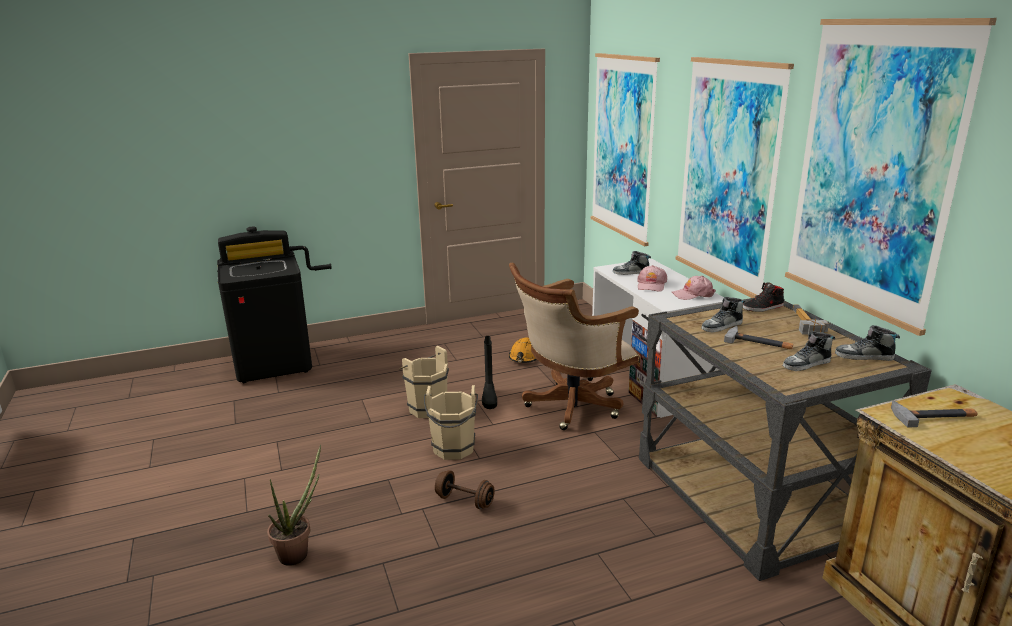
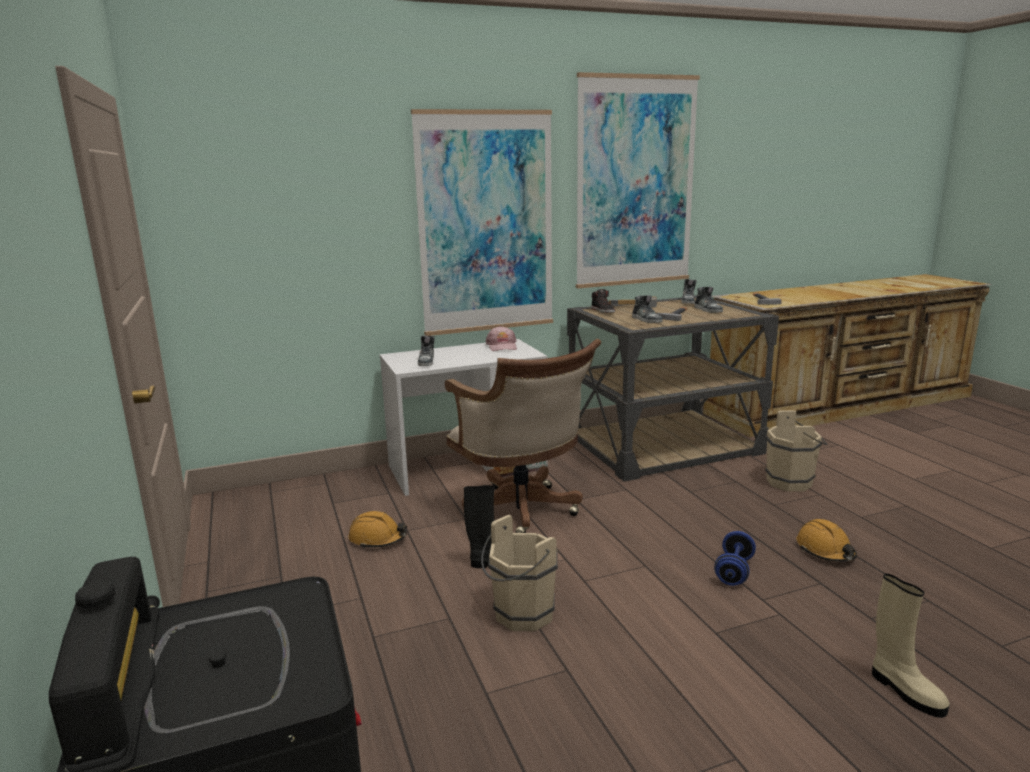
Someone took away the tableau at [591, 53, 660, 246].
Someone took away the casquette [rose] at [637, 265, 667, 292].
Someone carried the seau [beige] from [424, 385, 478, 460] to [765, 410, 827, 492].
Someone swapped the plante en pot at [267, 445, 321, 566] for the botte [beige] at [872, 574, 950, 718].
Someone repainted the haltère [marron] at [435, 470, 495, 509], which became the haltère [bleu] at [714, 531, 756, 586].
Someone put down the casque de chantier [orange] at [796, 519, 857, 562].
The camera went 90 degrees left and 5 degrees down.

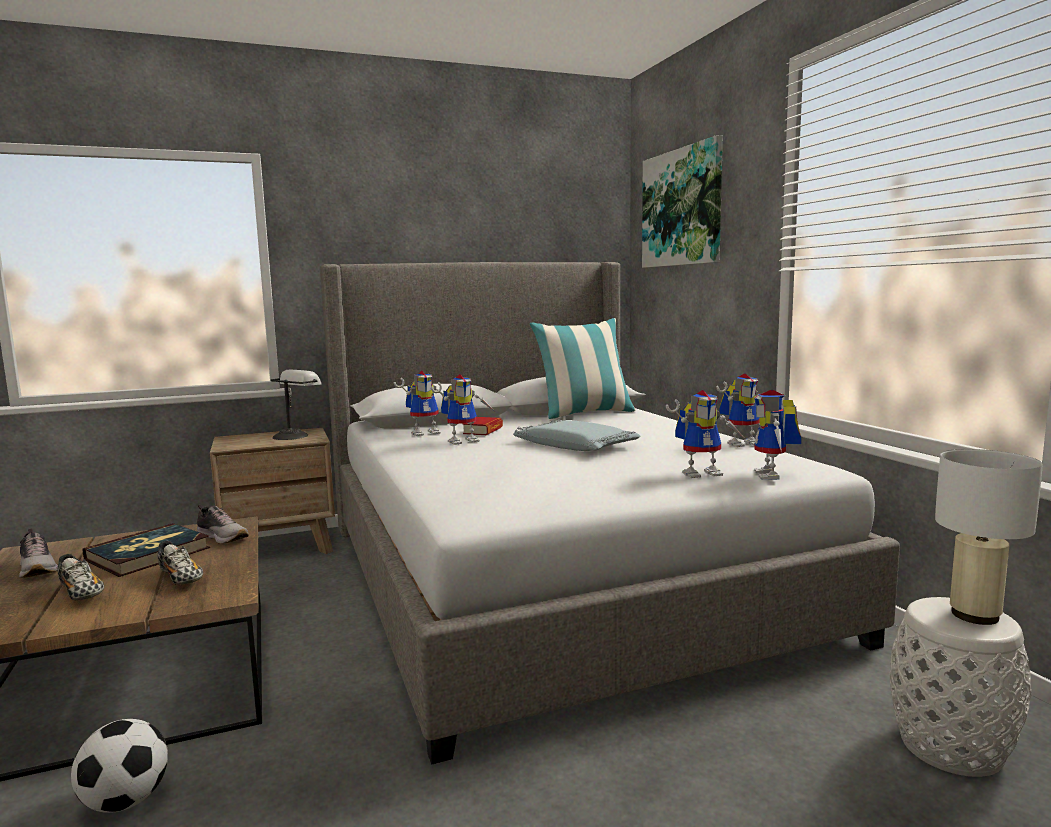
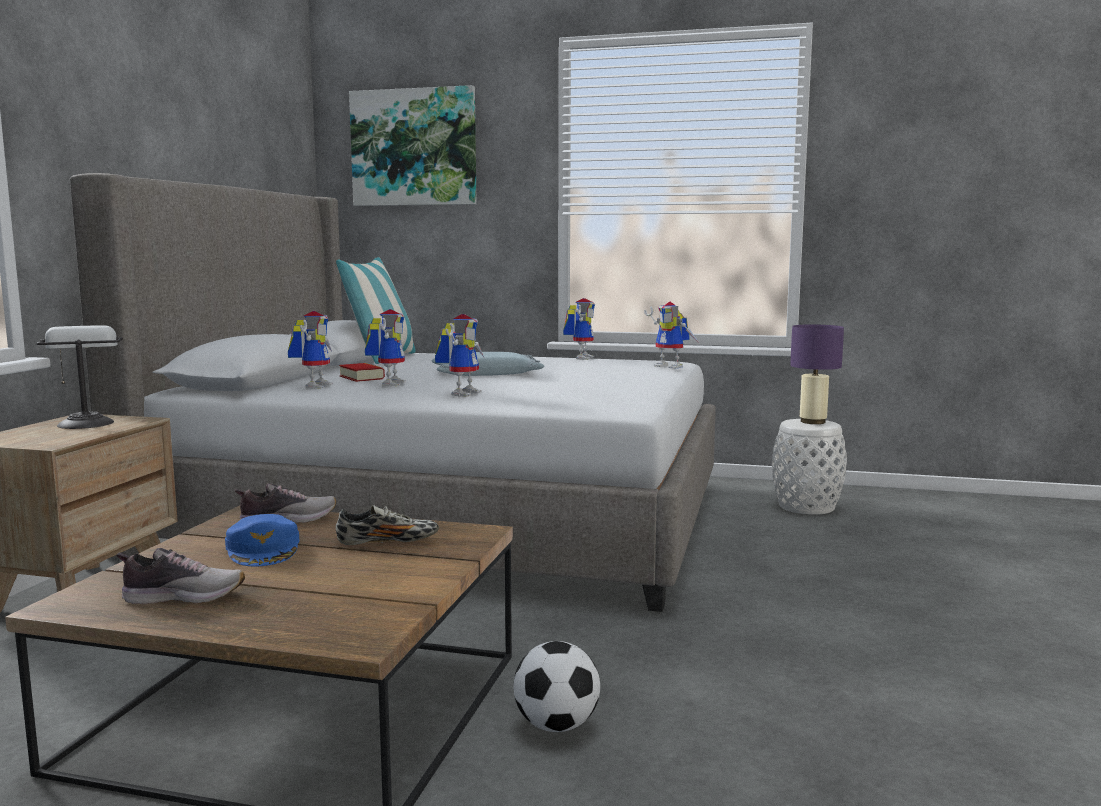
Someone carried the robot jouet from [666, 390, 744, 478] to [435, 314, 484, 397].
Someone repainted the lampe de table [blanc] at [935, 449, 1043, 625], which became the lampe de table [violet] at [791, 324, 844, 424].
Someone swapped the livre at [83, 523, 210, 577] for the casquette [bleu] at [225, 514, 300, 566].
Someone took away the chaussure at [57, 554, 104, 600].
The camera went 55 degrees left and 0 degrees up.

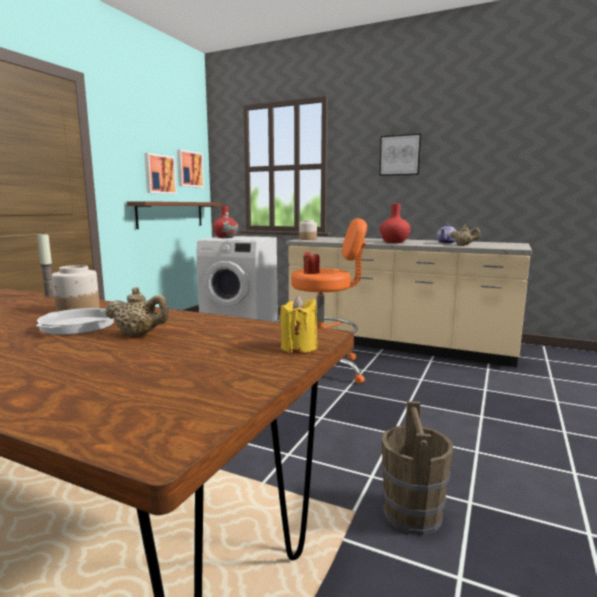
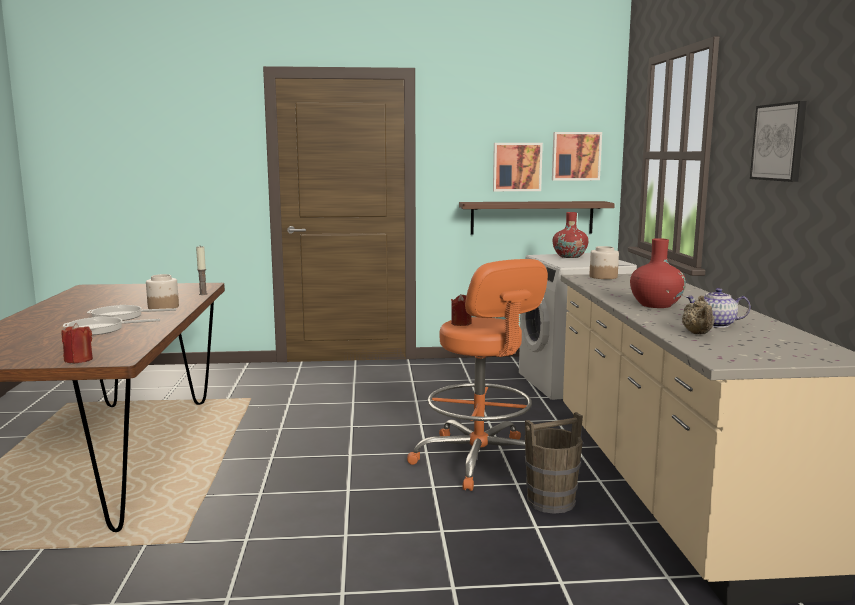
Someone swapped the théière [beige] at [105, 287, 169, 336] for the poêle at [62, 316, 160, 335].
Someone repainted the bougie [jaune] at [280, 295, 317, 353], which became the bougie [rouge] at [61, 323, 93, 364].
Someone carried the seau [marron] from [381, 401, 453, 535] to [525, 412, 583, 514].
The camera went 60 degrees right and 0 degrees up.

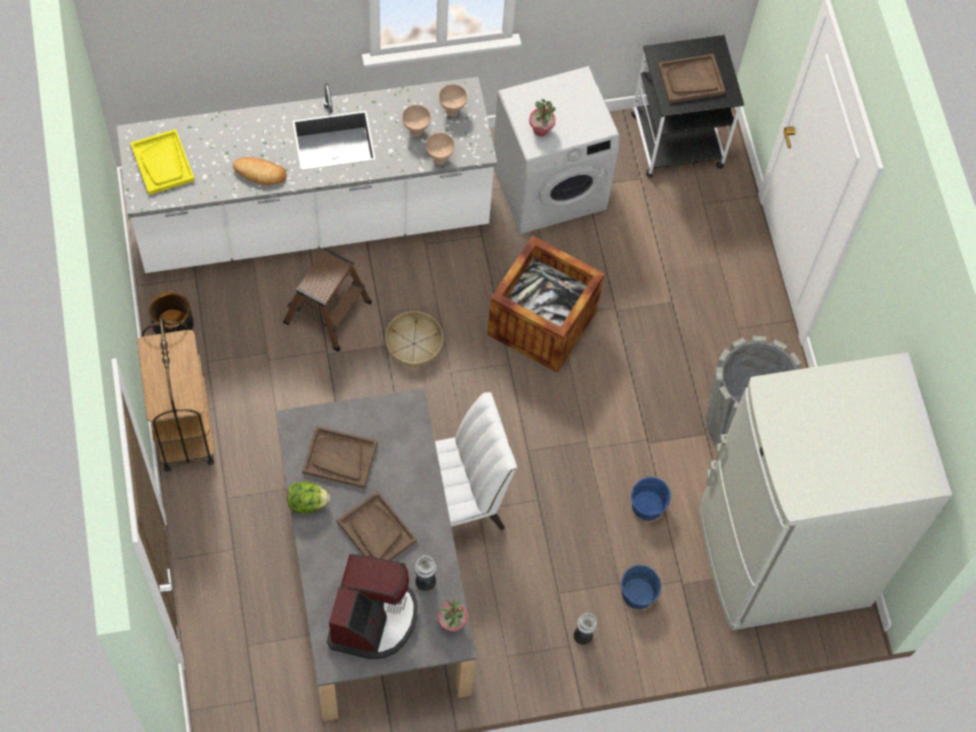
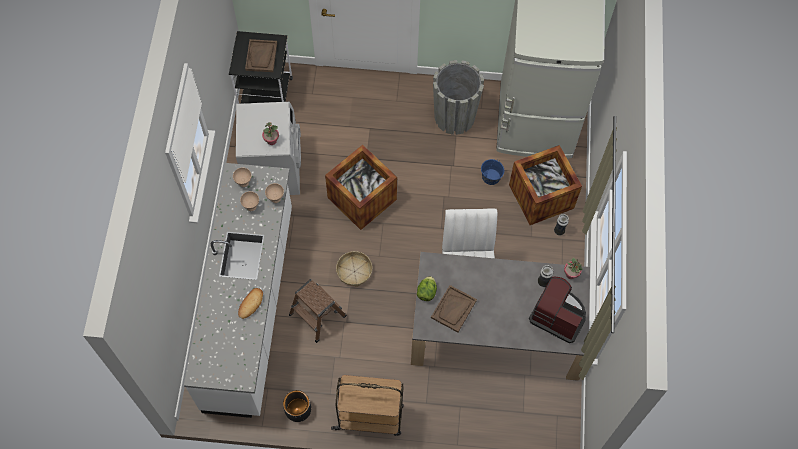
Someone took away the plateau [jaune] at [130, 129, 195, 195].
Someone carried the laitue from [287, 481, 330, 513] to [417, 276, 437, 301].
Someone took away the plateau [marron] at [337, 491, 417, 561].
Someone swapped the seau [bleu] at [621, 565, 661, 609] for the caisse at [509, 145, 582, 225].
The camera went 70 degrees left and 0 degrees up.

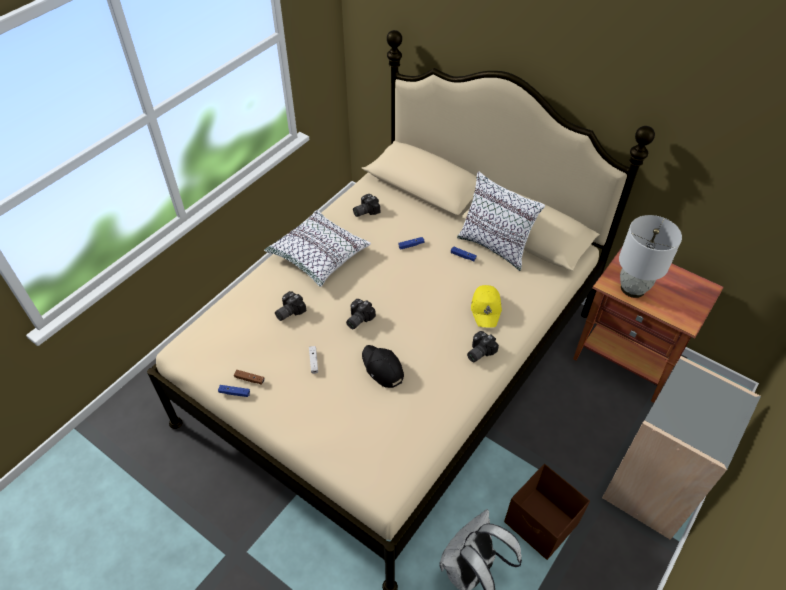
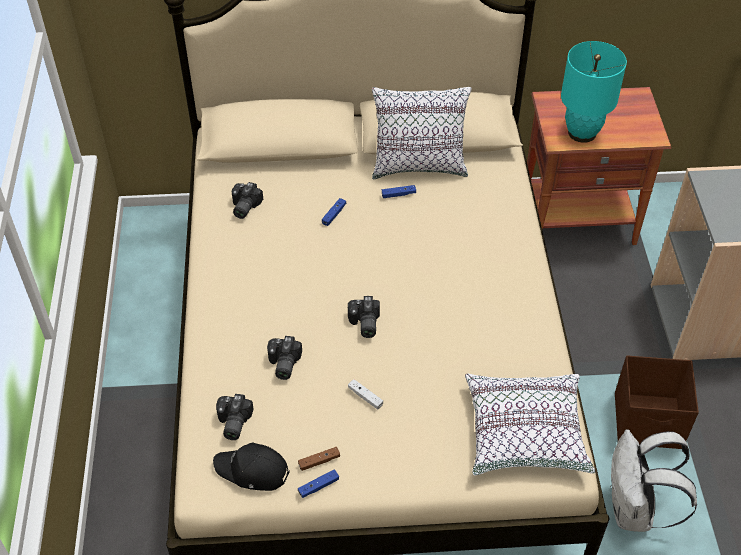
Someone carried the coussin [blanc] from [264, 210, 371, 287] to [465, 373, 595, 475].
Someone repainted the lampe de table [blanc] at [619, 215, 682, 298], which became the lampe de table [turquoise] at [561, 41, 627, 143].
Someone took away the casquette [jaune] at [471, 285, 502, 328].
Someone carried the appareil photo from [467, 331, 499, 362] to [216, 394, 254, 440].
Someone carried the casquette [noir] from [362, 345, 404, 388] to [213, 442, 290, 491].
The camera went 40 degrees left and 0 degrees up.

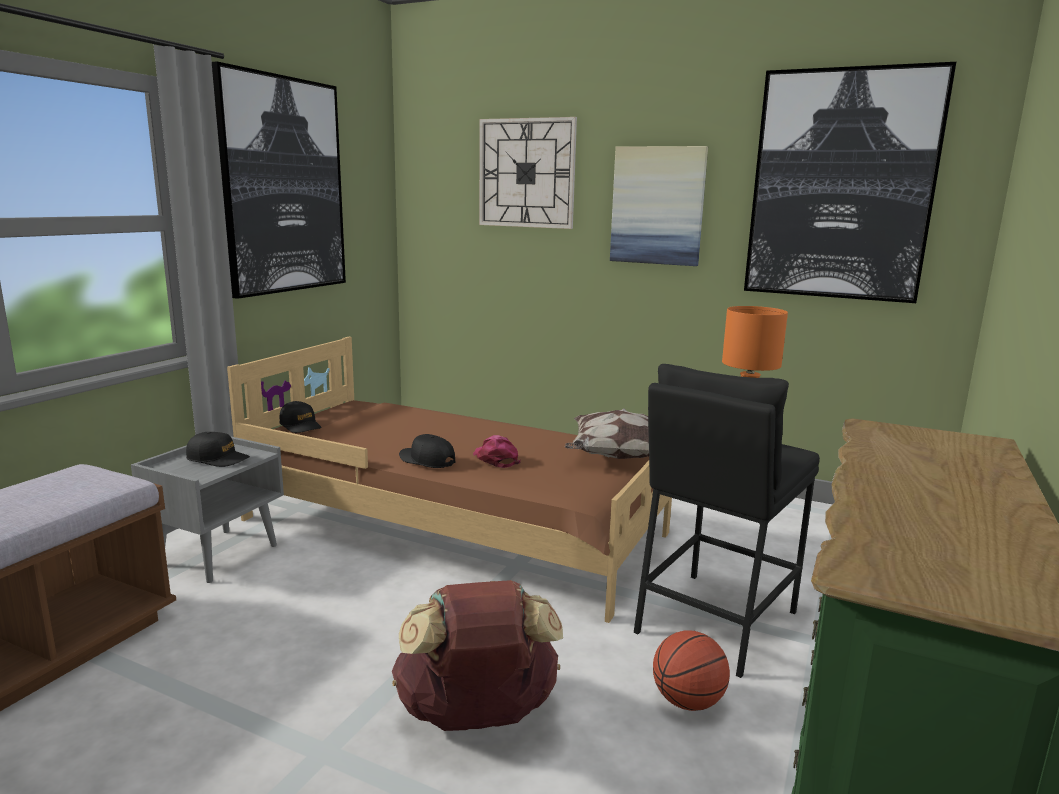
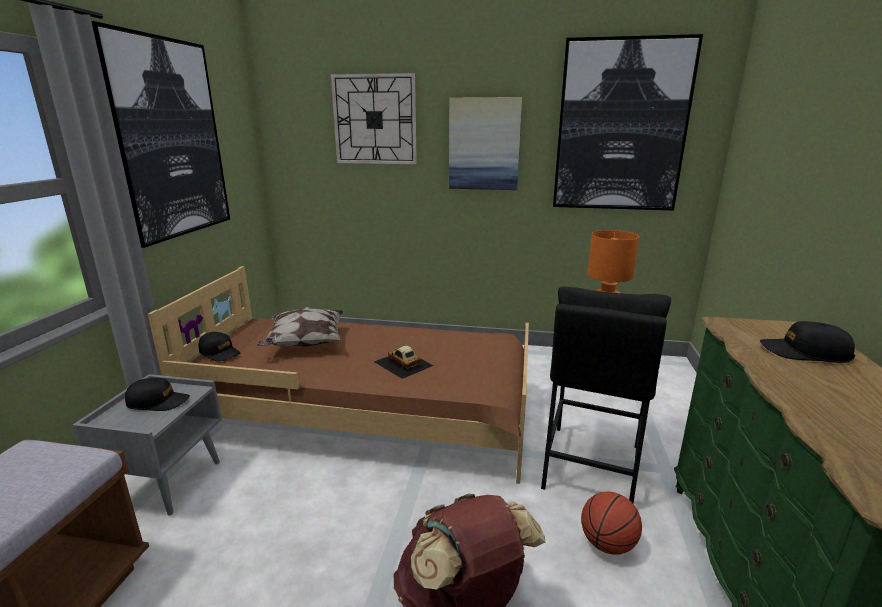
Someone carried the coussin from [565, 409, 649, 459] to [257, 307, 344, 347].
Someone carried the casquette [noir] from [399, 434, 456, 468] to [760, 321, 855, 363].
Someone swapped the casquette [rose] at [473, 435, 521, 468] for the petite voiture at [374, 345, 434, 379].
The camera went 15 degrees left and 5 degrees up.

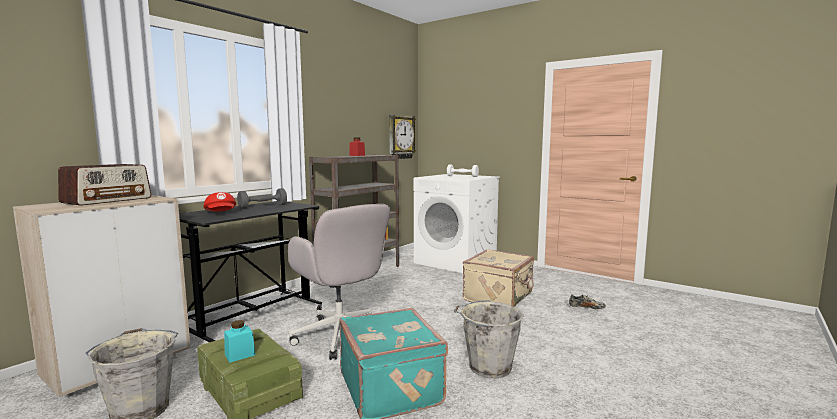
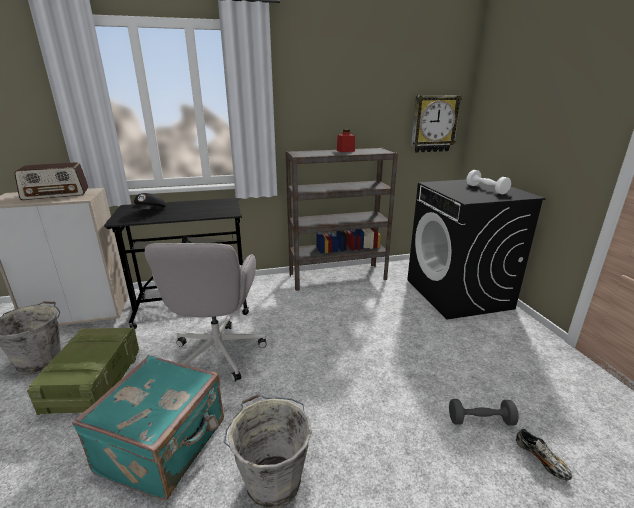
Someone repainted the lave-linge [blanc] at [414, 174, 500, 273], which became the lave-linge [noir] at [407, 179, 546, 320].
Someone carried the haltère [gris] from [237, 188, 287, 209] to [449, 399, 519, 425].
Someone repainted the casquette [rouge] at [203, 192, 236, 212], which became the casquette [noir] at [132, 193, 166, 209].
Someone took away the valise [beige] at [463, 249, 534, 307].
Someone took away the bocal [turquoise] at [224, 320, 255, 363].
The camera went 40 degrees right and 15 degrees up.

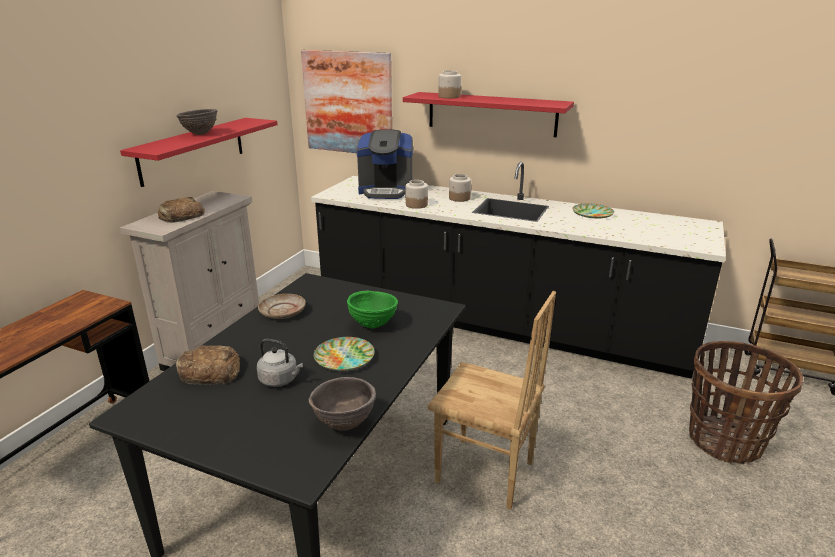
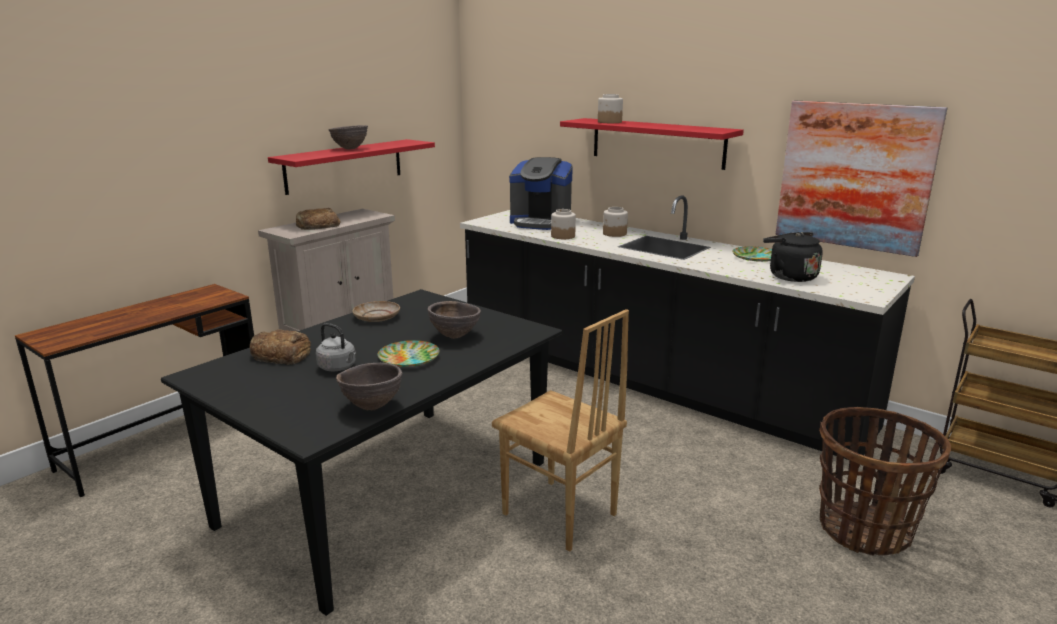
Someone carried the tableau from [301, 50, 392, 153] to [776, 101, 947, 257].
Someone repainted the bol [vert] at [347, 291, 398, 329], which became the bol [marron] at [428, 301, 481, 339].
Someone put down the bouilloire [noir] at [763, 232, 823, 282].
The camera went 15 degrees right and 5 degrees down.

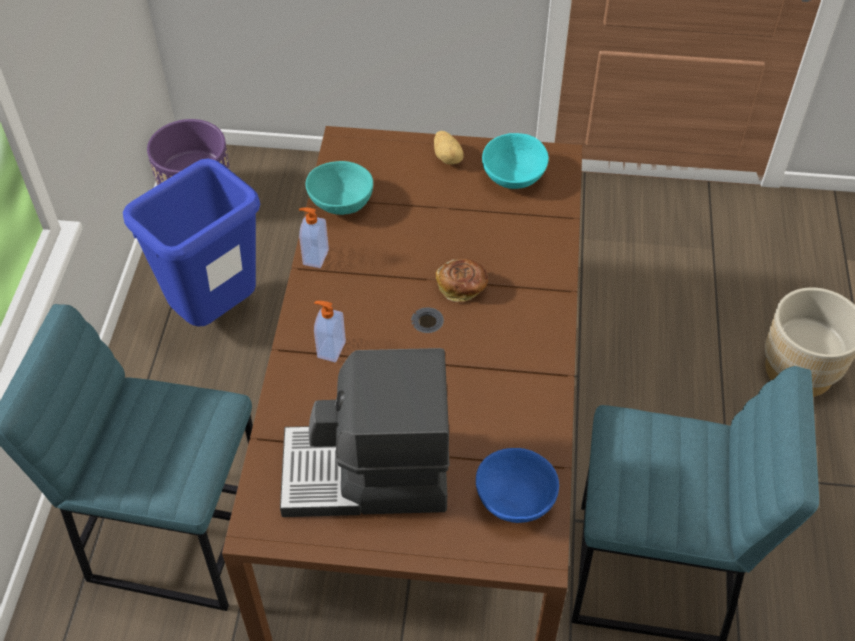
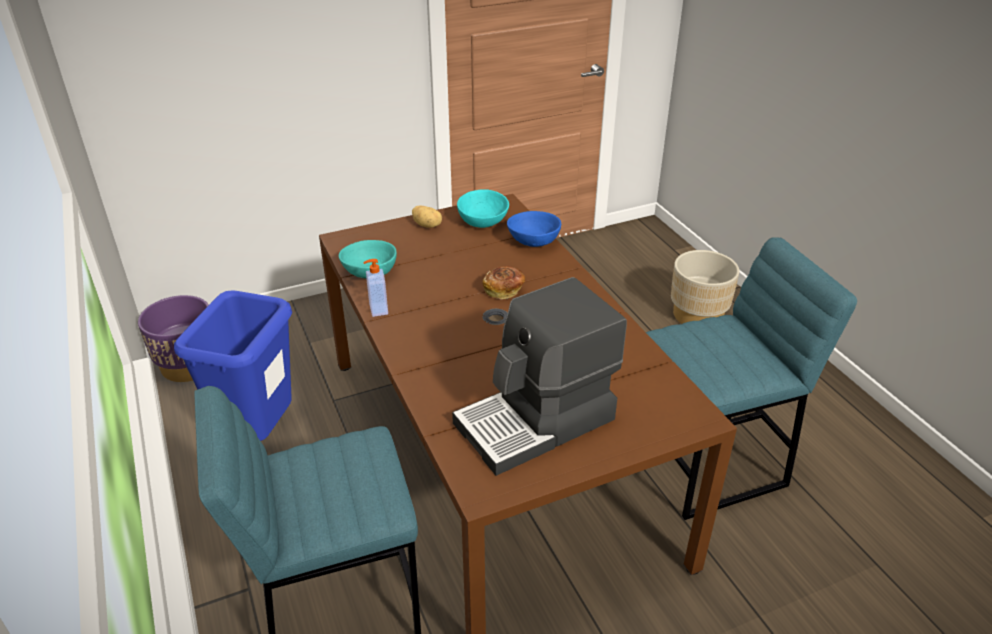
Someone took away the distributeur de savon at [314, 301, 346, 363].
Someone carried the bol [bleu] from [476, 448, 559, 523] to [507, 211, 561, 247].
The camera went 30 degrees left and 15 degrees down.

